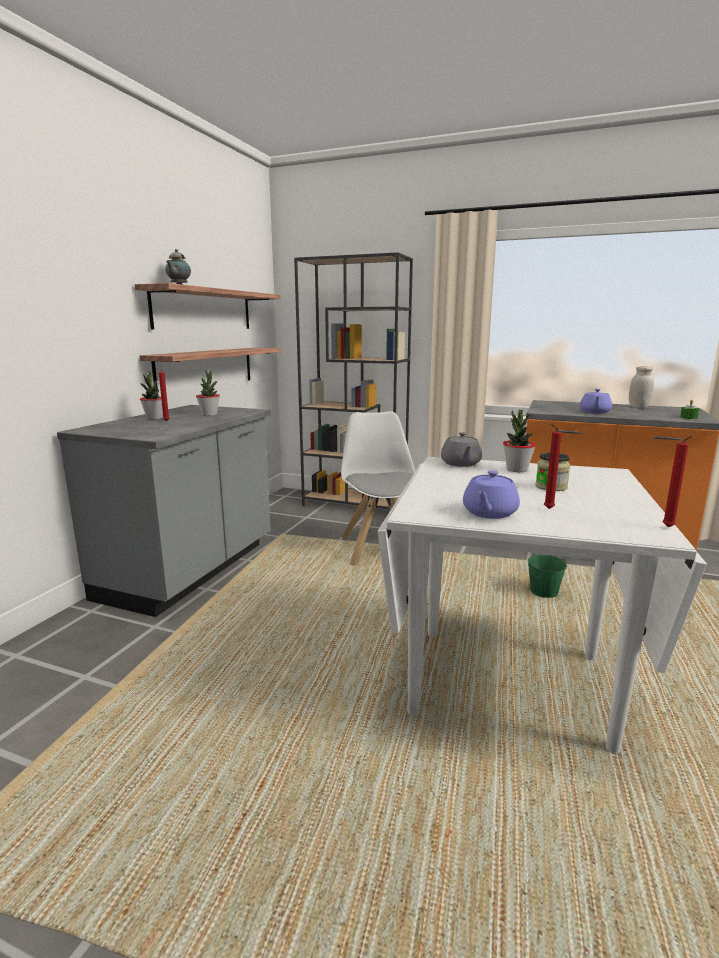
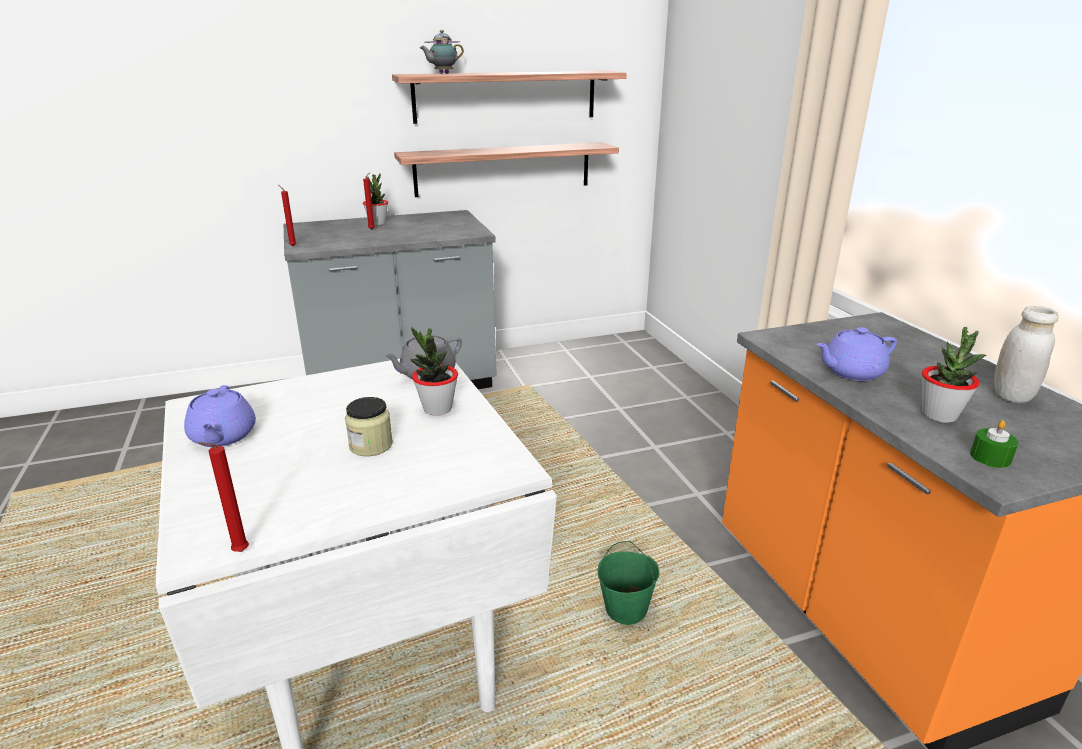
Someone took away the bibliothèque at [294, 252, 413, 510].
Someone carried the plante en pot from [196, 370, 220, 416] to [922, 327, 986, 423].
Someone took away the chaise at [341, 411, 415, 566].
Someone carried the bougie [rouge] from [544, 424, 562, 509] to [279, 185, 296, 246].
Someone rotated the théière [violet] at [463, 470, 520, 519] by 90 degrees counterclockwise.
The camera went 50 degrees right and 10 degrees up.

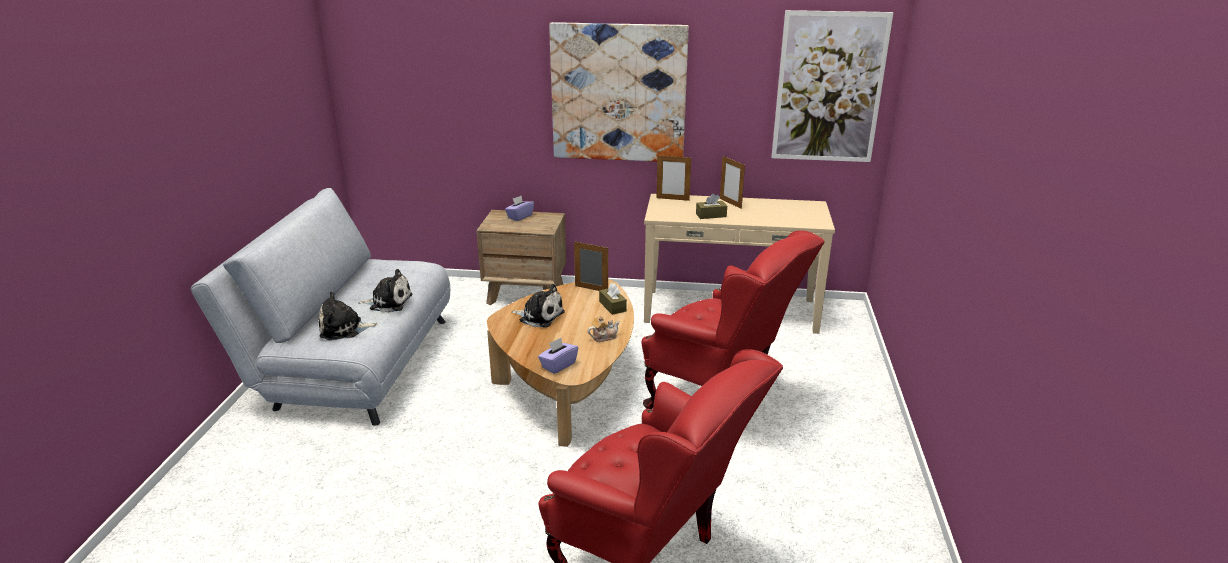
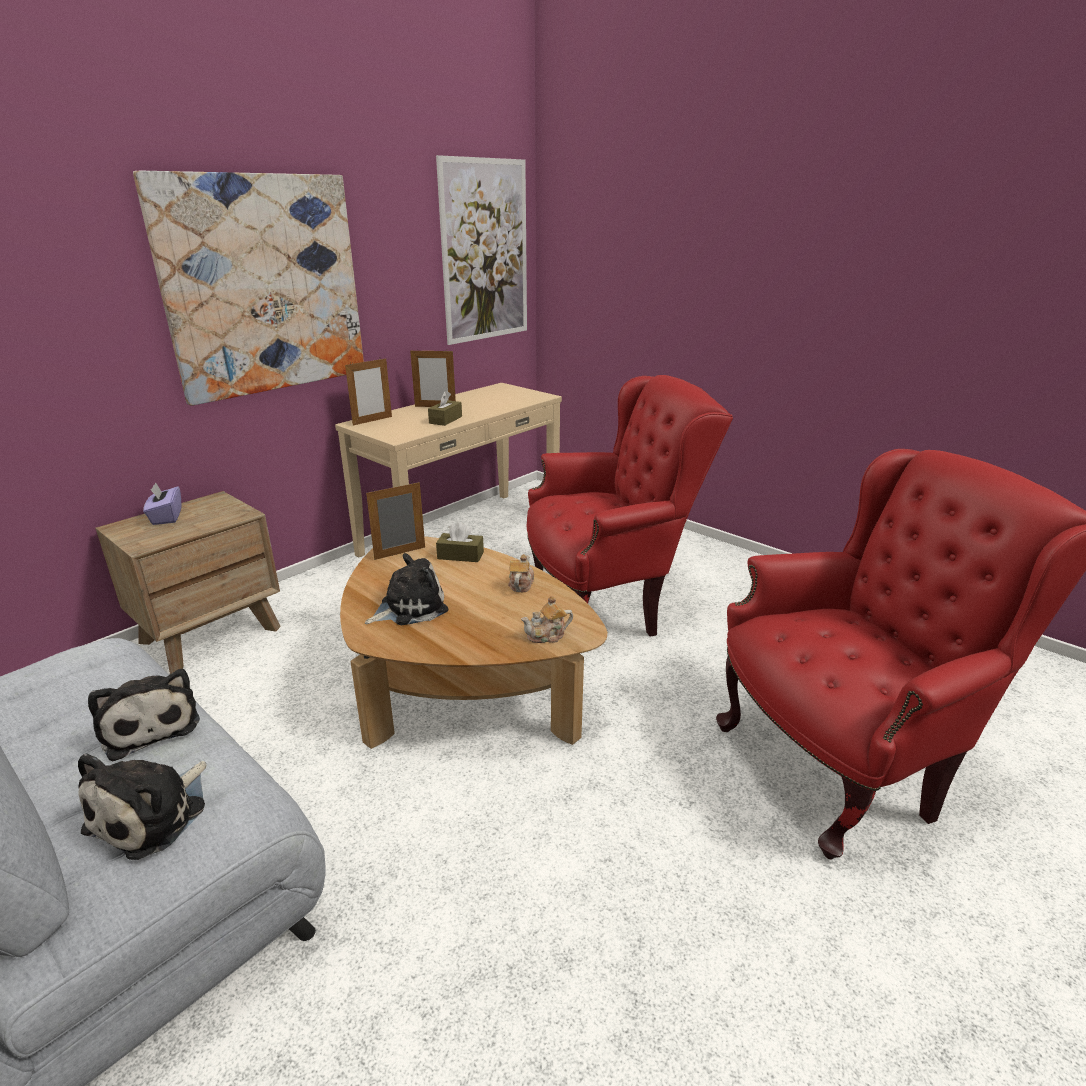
Someone rotated the peluche at [358, 269, 413, 312] by 105 degrees clockwise.
Someone swapped the boîte à mouchoirs [violet] at [538, 338, 578, 374] for the théière at [521, 596, 573, 643].
The camera went 55 degrees left and 0 degrees up.

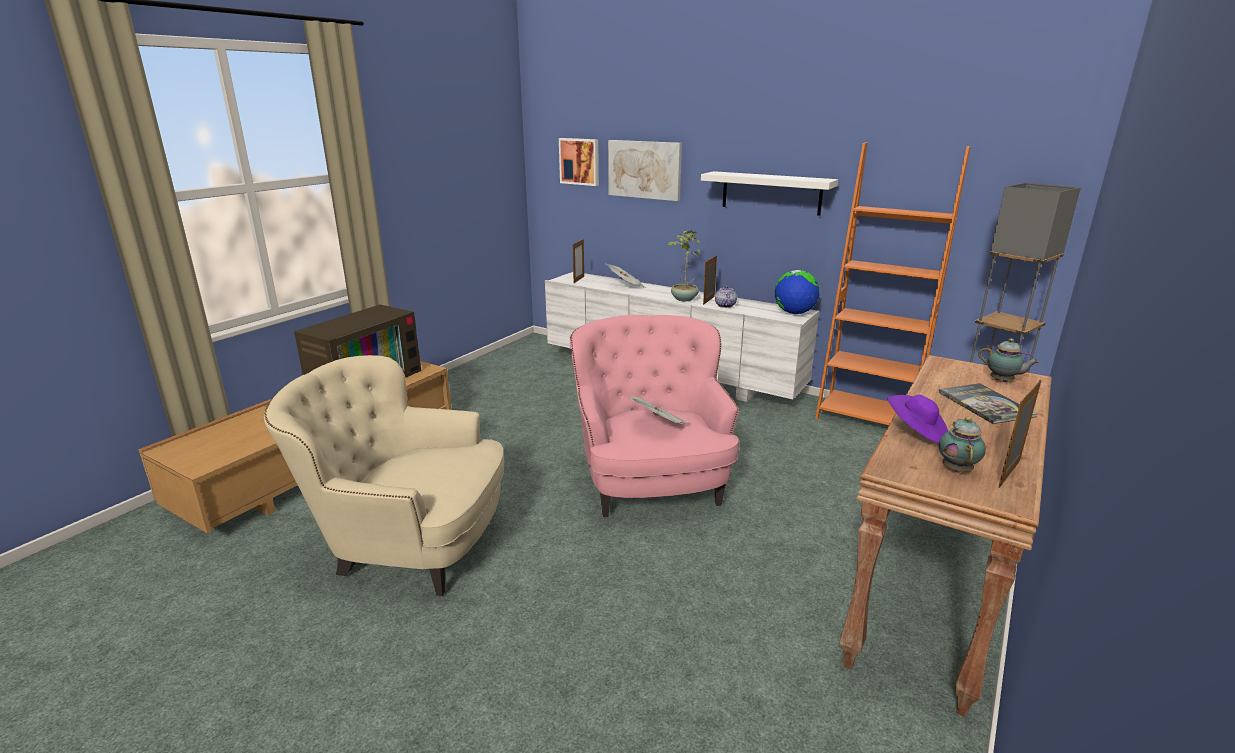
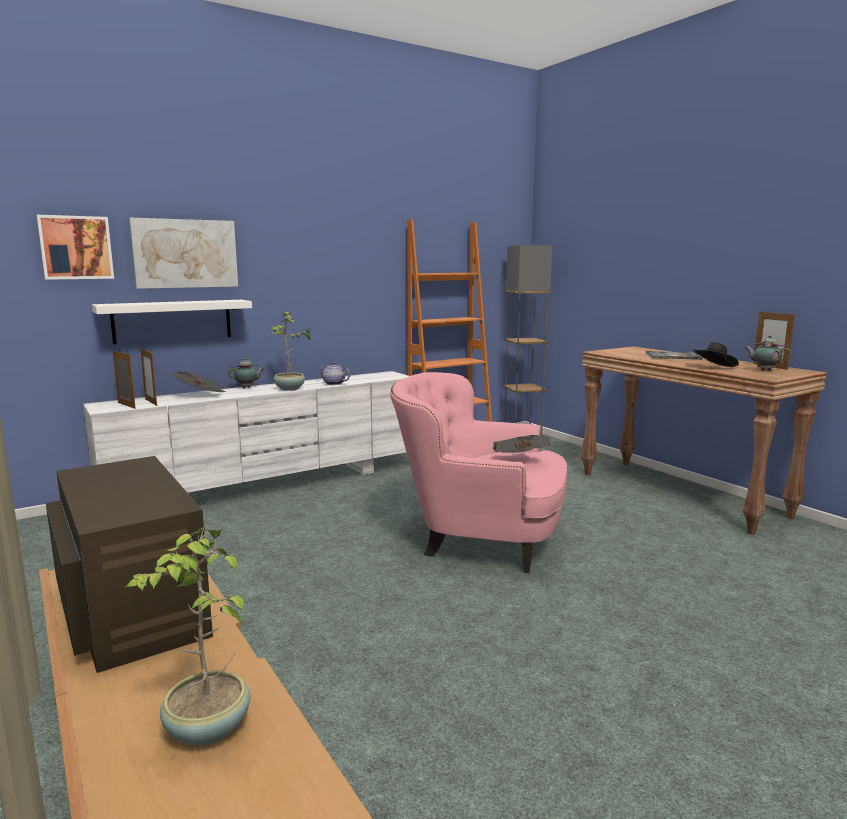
Someone carried the étagère [blanc] from [701, 171, 838, 216] to [92, 300, 252, 344].
Someone carried the cadre photo from [703, 255, 717, 305] to [140, 348, 157, 406].
Someone took away the globe at [774, 270, 820, 314].
Someone carried the théière from [978, 338, 1039, 382] to [228, 358, 264, 388].
Someone took away the fauteuil [beige] at [264, 355, 504, 596].
Someone repainted the chapeau [violet] at [887, 395, 948, 444], which became the chapeau [noir] at [693, 342, 739, 367].
Someone put down the plante en pot at [126, 525, 250, 746].
The camera went 65 degrees left and 10 degrees down.

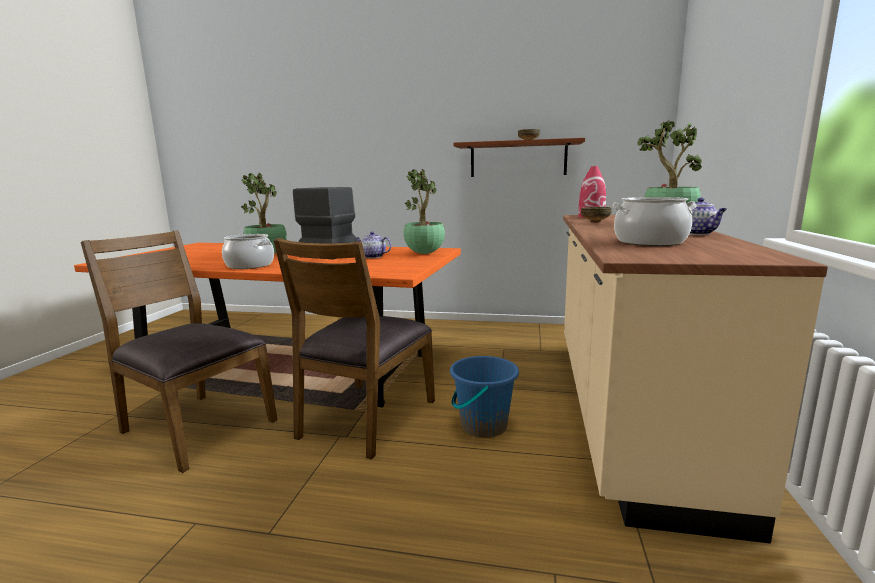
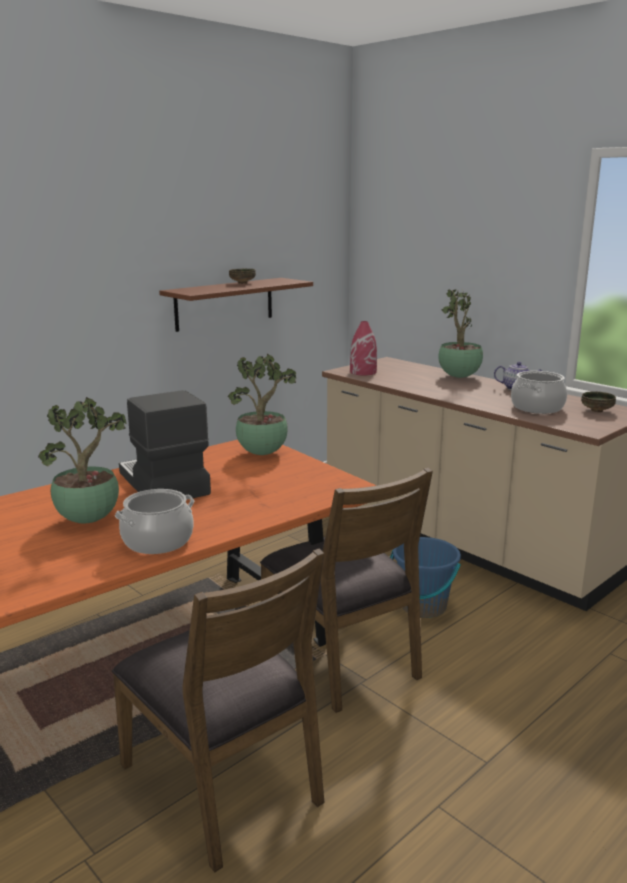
Someone carried the bol from [581, 207, 611, 223] to [581, 391, 616, 412].
Someone rotated the chaise [marron] at [81, 230, 277, 473] by 105 degrees counterclockwise.
Someone took away the théière at [355, 232, 392, 258].
The camera went 55 degrees left and 5 degrees up.

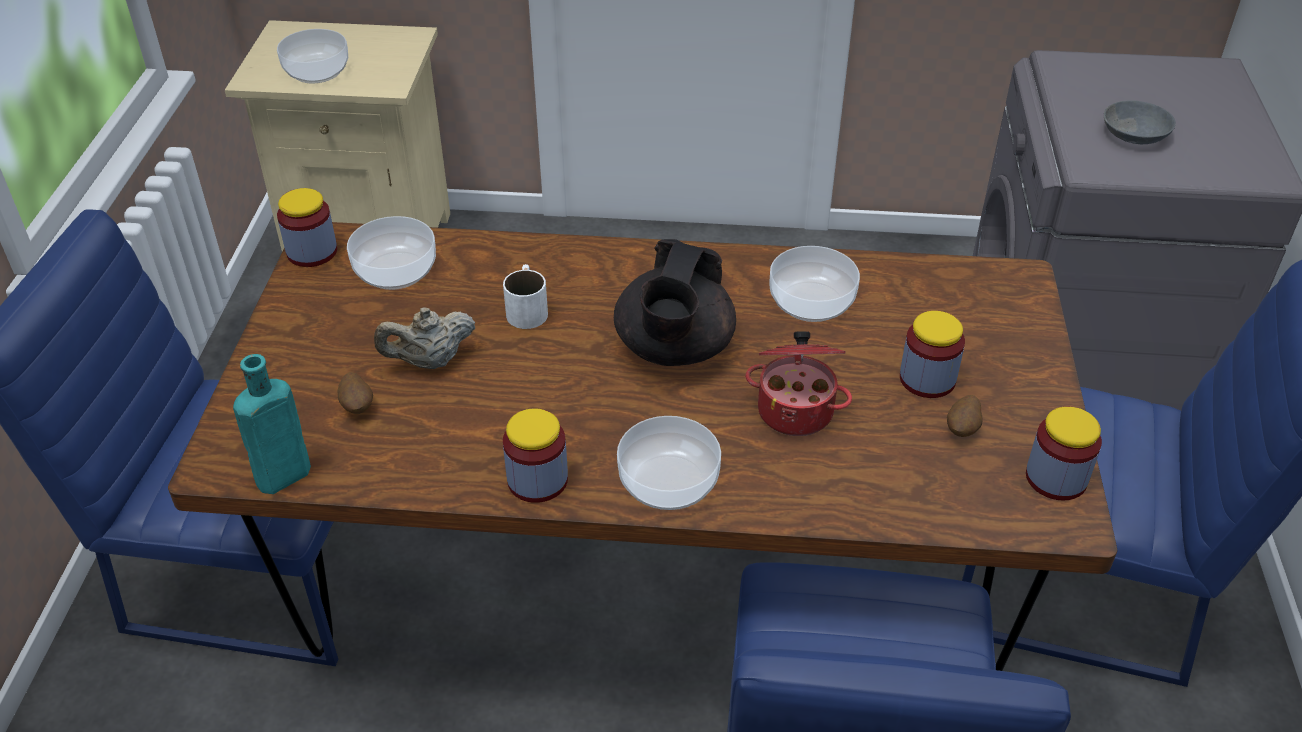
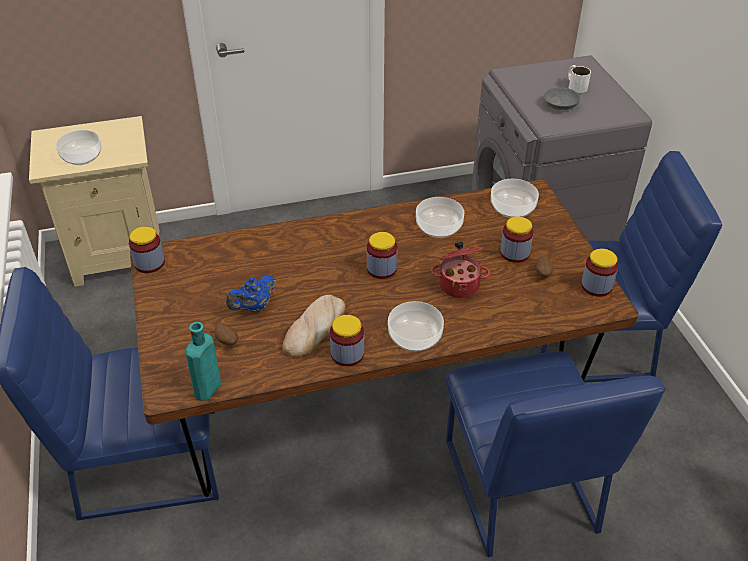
Someone carried the bol from [347, 216, 436, 290] to [491, 179, 539, 218].
Someone swapped the théière [noir] at [614, 239, 736, 366] for the bocal at [367, 232, 398, 279].
Someone carried the mug [blanc] from [503, 264, 548, 329] to [568, 65, 591, 93].
Someone repainted the théière [beige] at [374, 307, 475, 369], which became the théière [bleu] at [226, 275, 276, 312].
Someone put down the pain at [283, 295, 346, 357].
The camera went 20 degrees left and 0 degrees up.

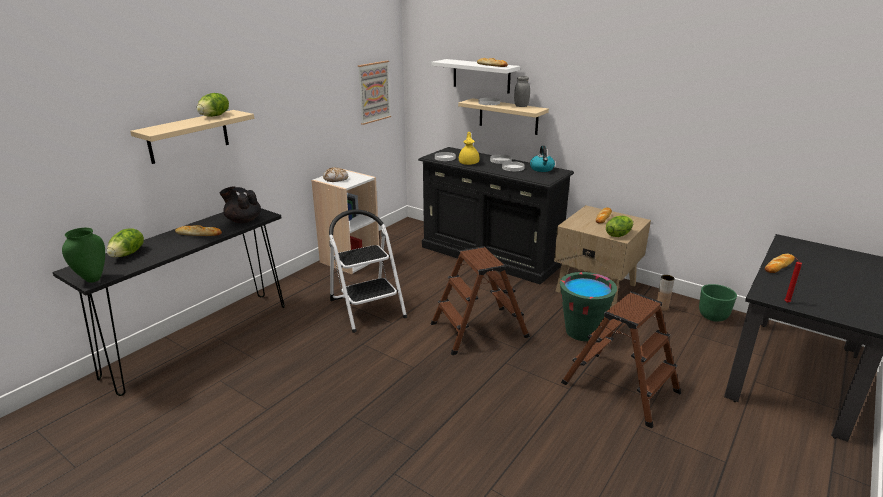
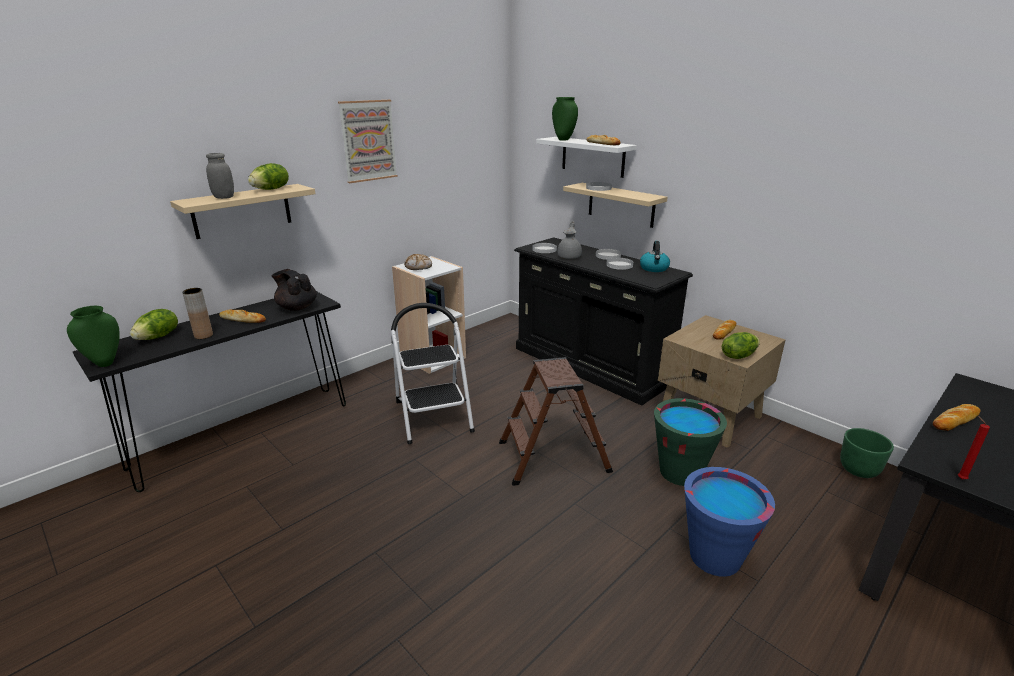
Someone carried the tableau from [358, 61, 391, 125] to [338, 100, 398, 183].
Someone carried the bocal [gris] from [514, 76, 530, 107] to [206, 153, 234, 199].
Someone repainted the théière [jaune] at [459, 132, 479, 165], which became the théière [gris] at [557, 221, 582, 259].
Someone carried the vase [marron] from [657, 275, 675, 311] to [182, 288, 213, 339].
Someone swapped the escabeau [marron] at [561, 291, 681, 428] for the seau [bleu] at [684, 467, 775, 577].
Someone put down the vase [vert] at [552, 97, 578, 141].
The camera went 10 degrees right and 0 degrees up.

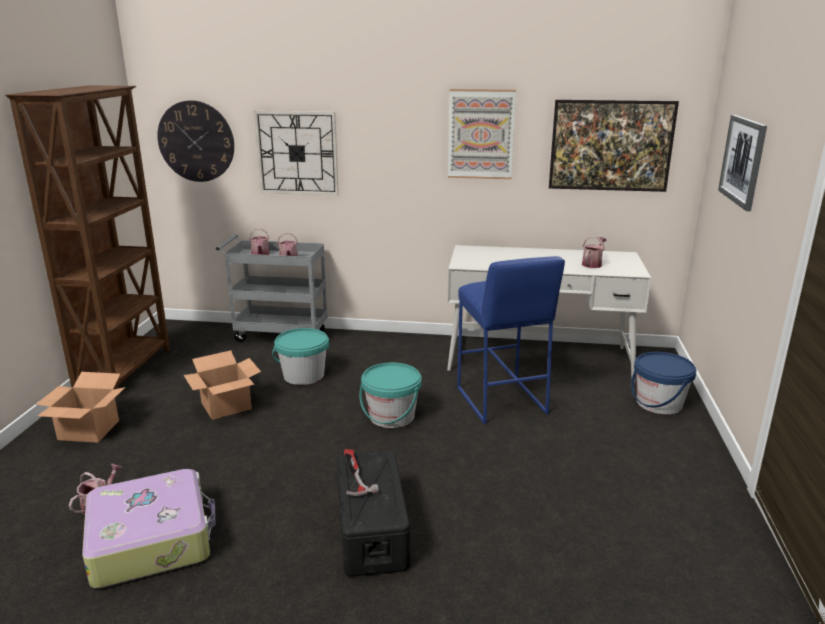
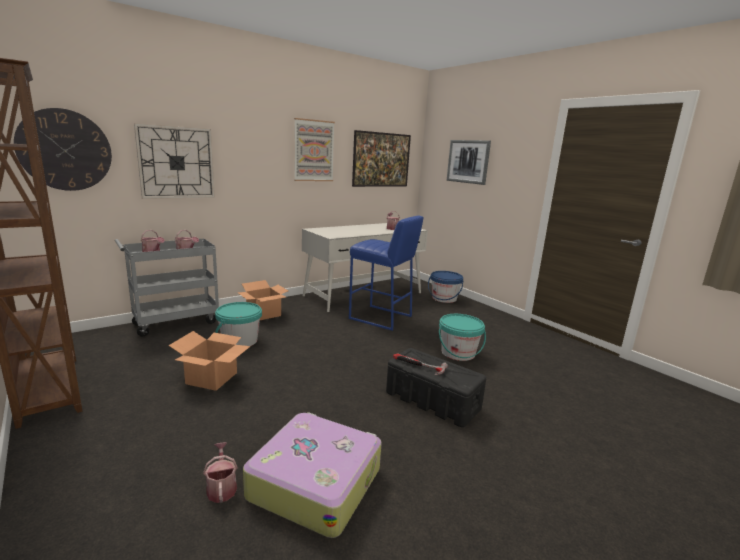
Someone carried the seau [turquoise] from [360, 363, 422, 428] to [439, 314, 486, 361].
Someone carried the carton from [36, 372, 126, 443] to [237, 280, 288, 320].
The camera went 45 degrees left and 5 degrees down.

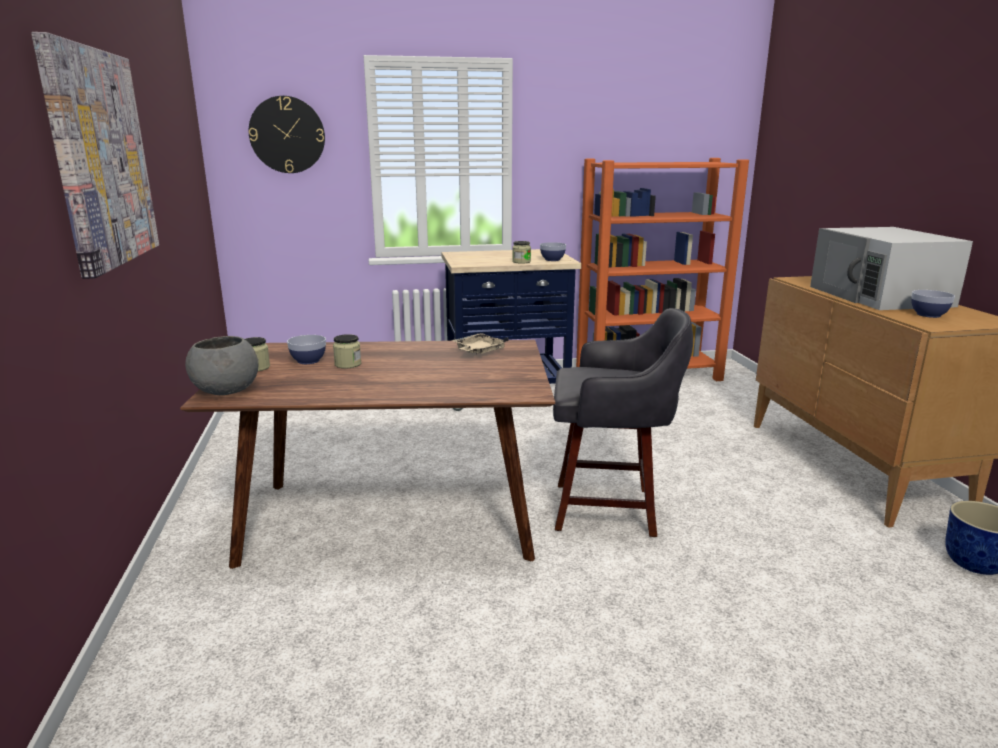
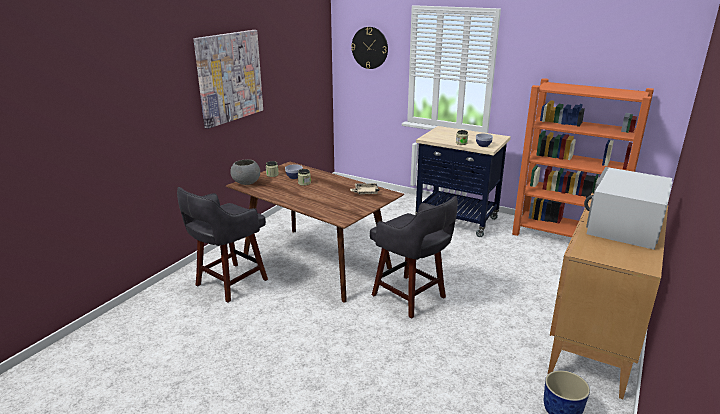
Someone took away the bol at [911, 290, 955, 318].
Someone put down the tabouret [gris] at [177, 187, 268, 303].
The camera went 40 degrees right and 5 degrees up.

